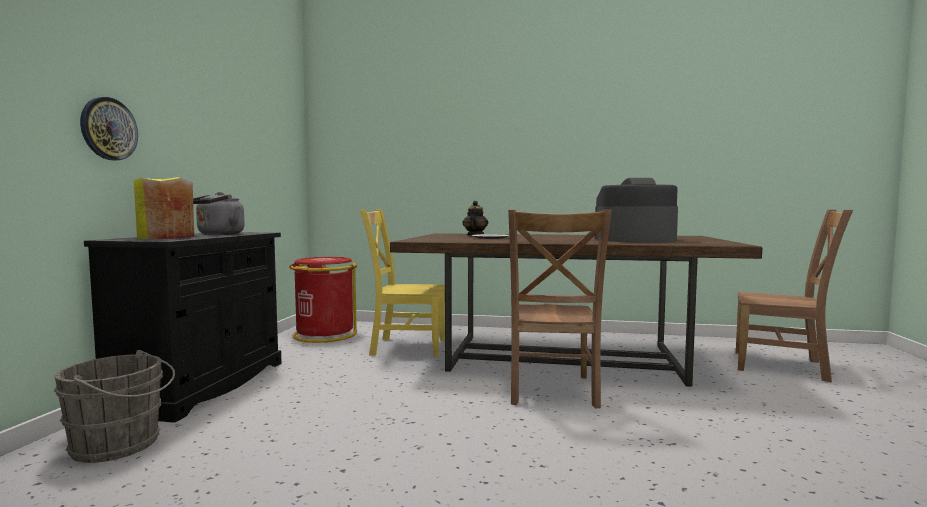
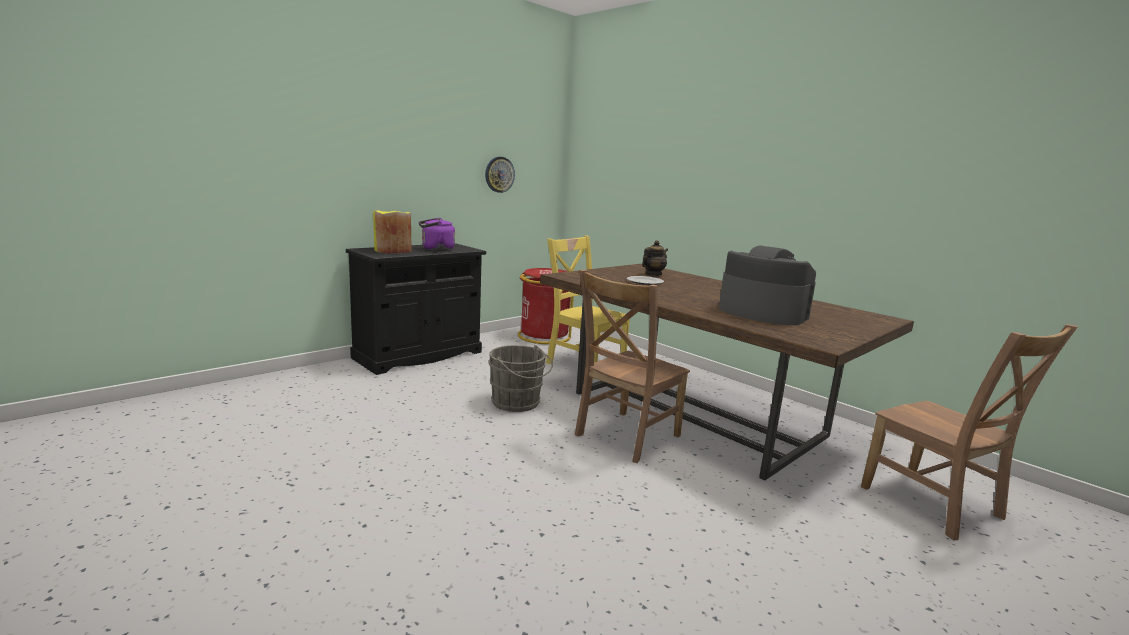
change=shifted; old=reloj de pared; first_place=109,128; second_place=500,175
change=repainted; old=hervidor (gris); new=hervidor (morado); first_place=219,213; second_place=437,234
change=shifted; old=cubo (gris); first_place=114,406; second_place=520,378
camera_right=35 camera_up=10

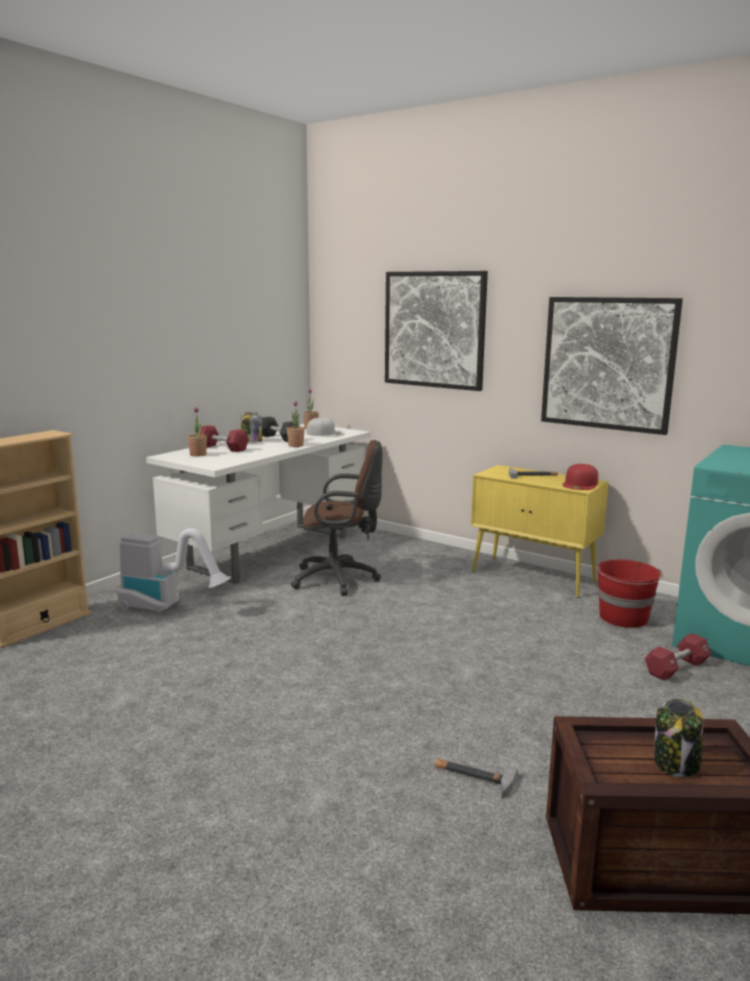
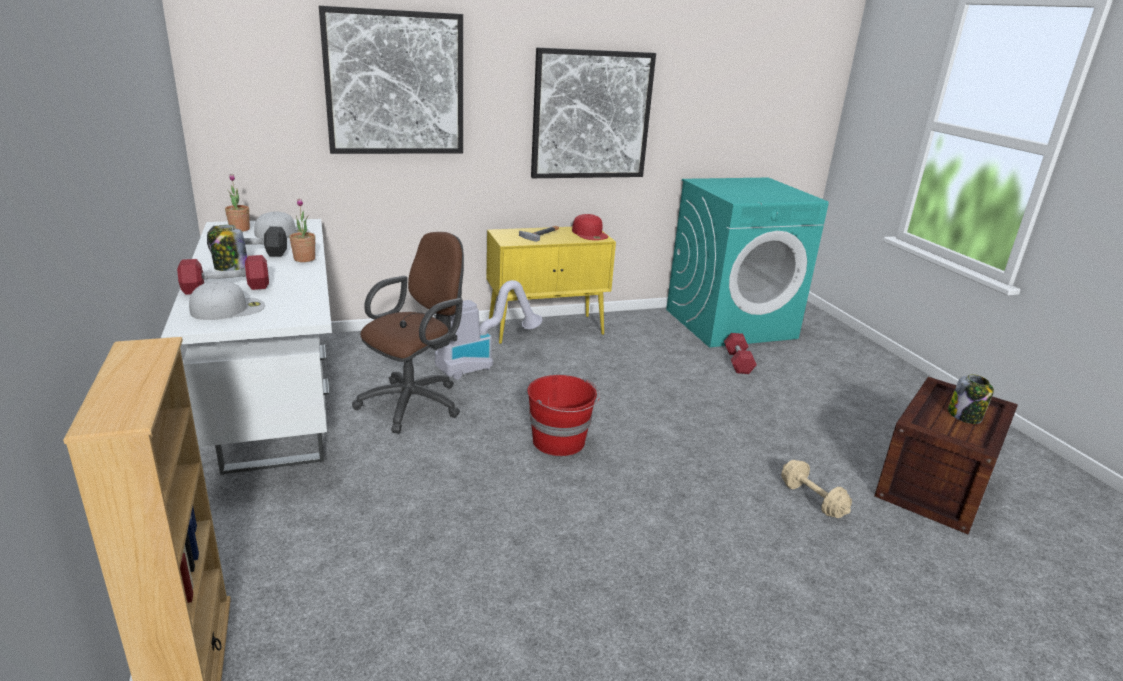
change=swapped; old=planta en maceta; new=gorra (blanco); first_place=197,431; second_place=227,300
change=shifted; old=aspiradora; first_place=174,571; second_place=489,330
change=shifted; old=cubo (rojo); first_place=630,593; second_place=563,415
change=swapped; old=martillo; new=mancuerna (beis); first_place=476,779; second_place=816,489
camera_right=-55 camera_up=10

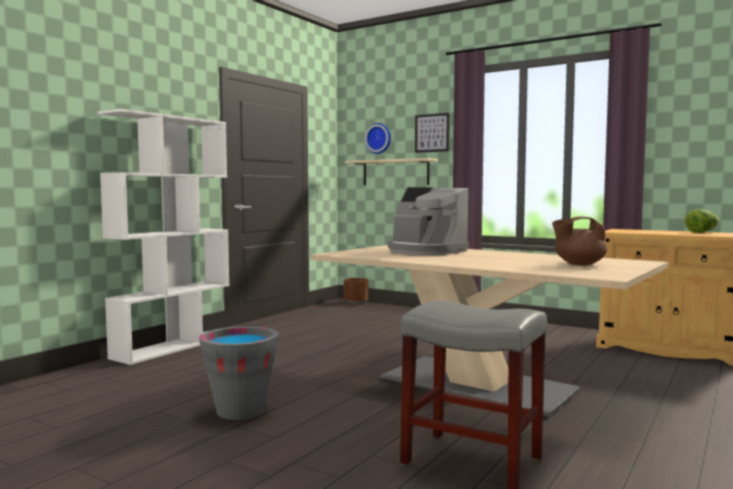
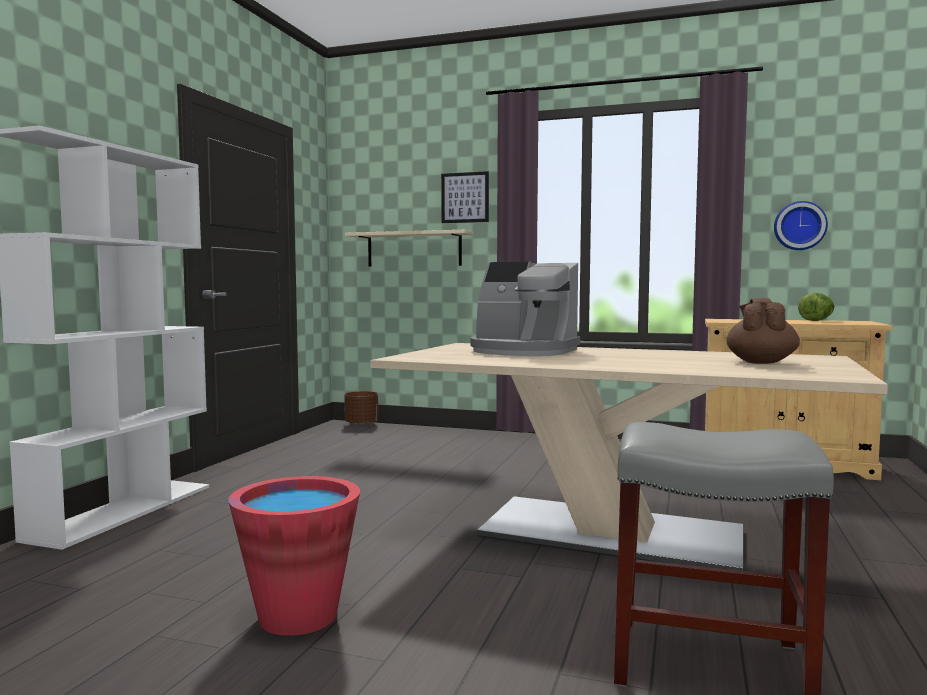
change=shifted; old=reloj de pared; first_place=378,138; second_place=801,225
change=rotated; old=tetera (marrón); first_place=579,241; second_place=763,331; degrees=120
change=repainted; old=cubo (gris); new=cubo (rojo); first_place=239,373; second_place=294,556
camera_right=-15 camera_up=0

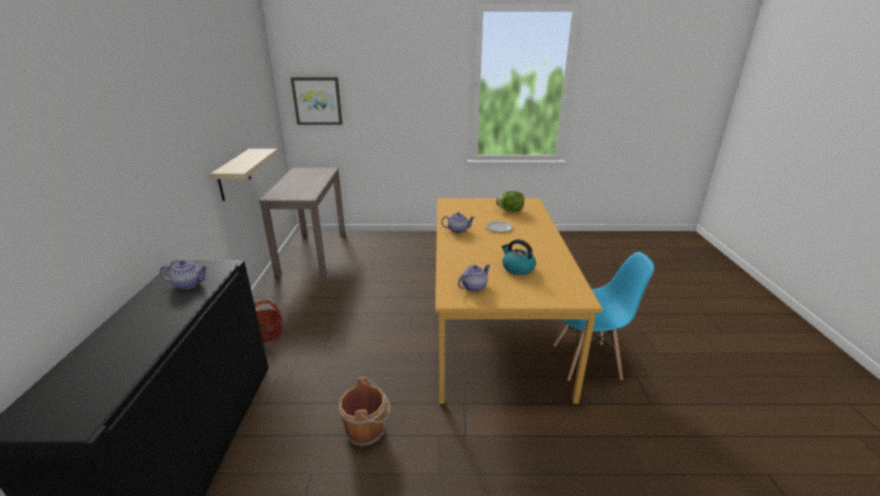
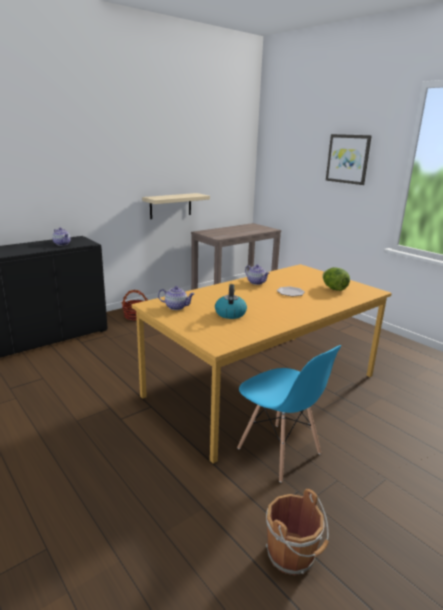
change=shifted; old=cuadro; first_place=317,101; second_place=349,159
change=shifted; old=cubo (marrón); first_place=365,412; second_place=297,532
camera_right=50 camera_up=-5

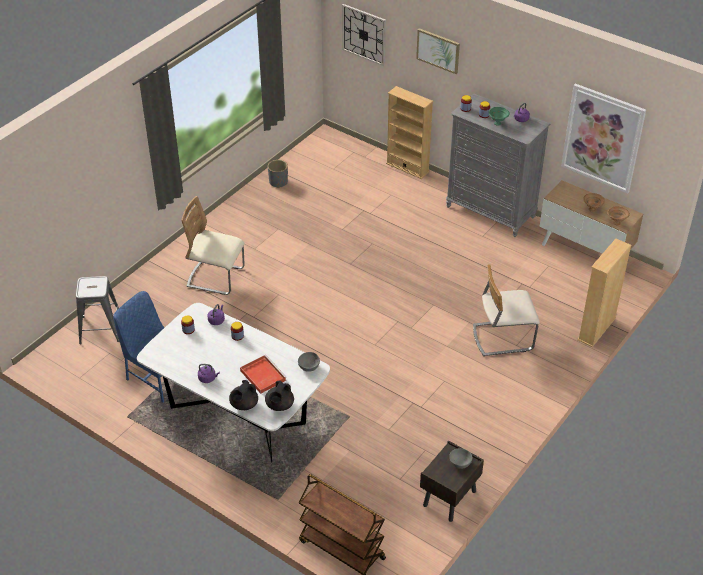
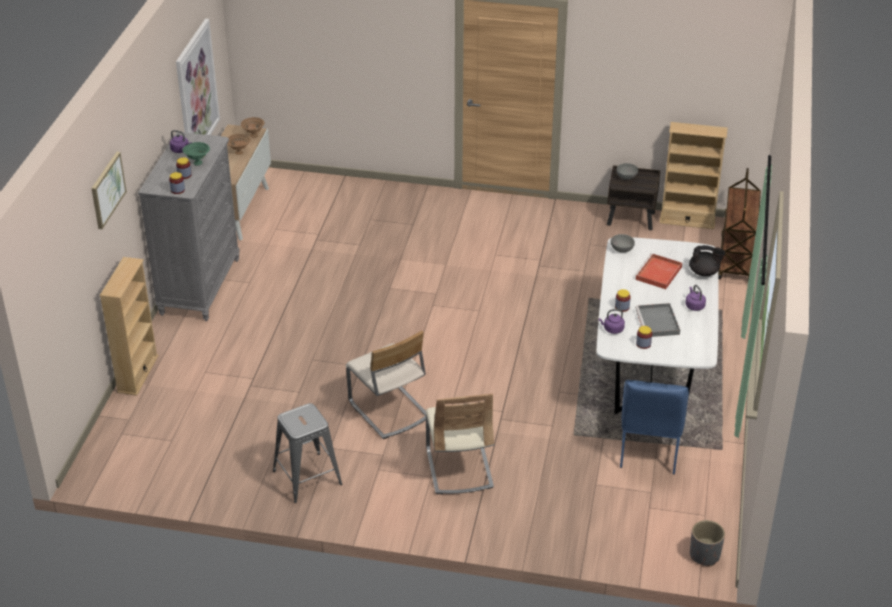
change=gone; old=reloj de pared; first_place=364,35
change=shifted; old=maceta (gris); first_place=278,174; second_place=707,543
change=shifted; old=estantería (beis); first_place=604,293; second_place=694,176
change=shifted; old=silla (beis); first_place=506,310; second_place=386,385
change=shifted; old=taburete (gris); first_place=97,310; second_place=307,453
change=gone; old=tetera (negro); first_place=279,396
change=new; new=bandeja (gris); second_place=657,320
camera_right=-115 camera_up=-5

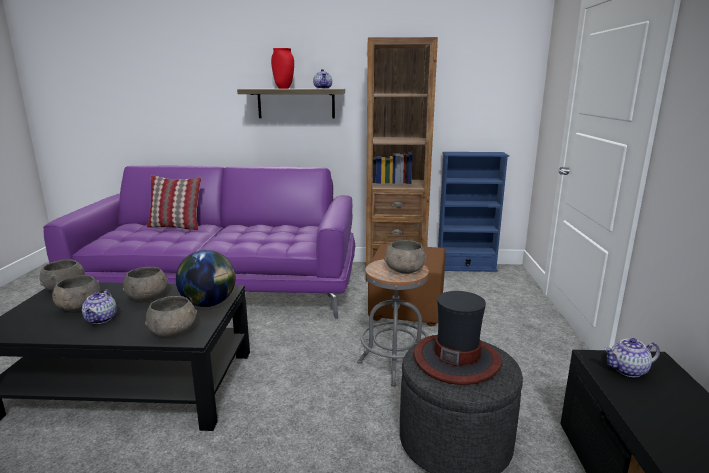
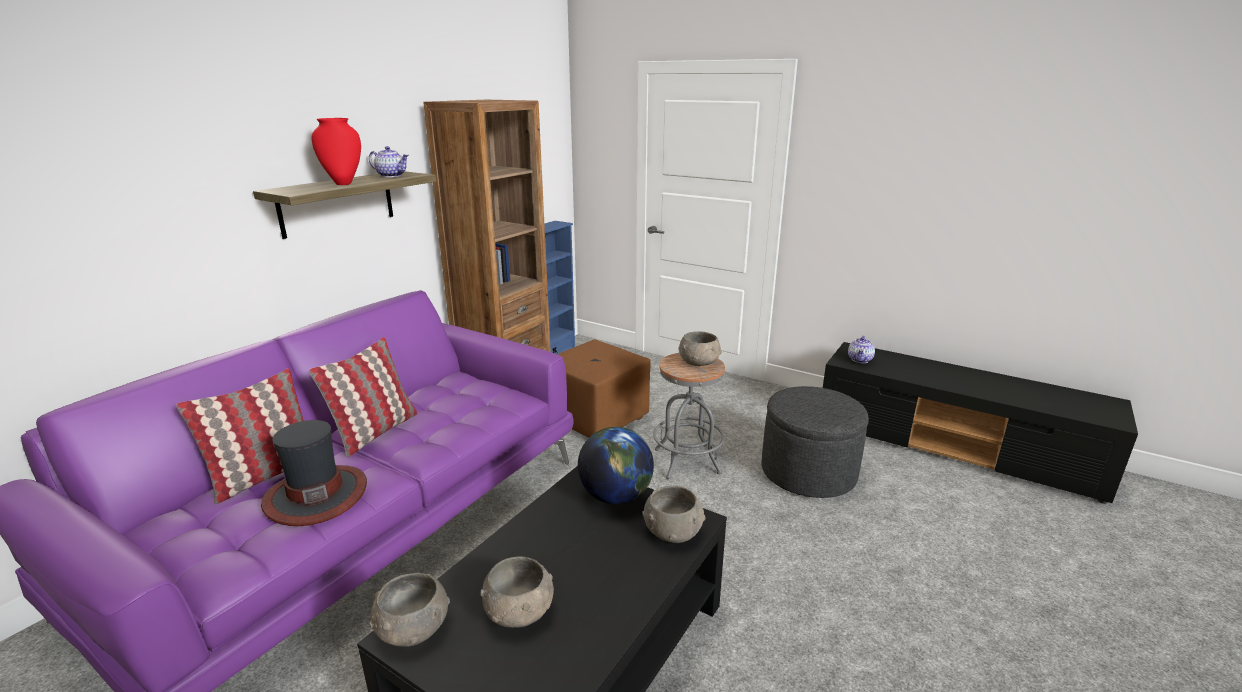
change=gone; old=cuenco (gris); first_place=145,284
change=gone; old=tetera; first_place=99,306
change=shifted; old=sombrero; first_place=458,338; second_place=314,473
change=new; new=cojín; second_place=363,397
camera_right=-60 camera_up=5

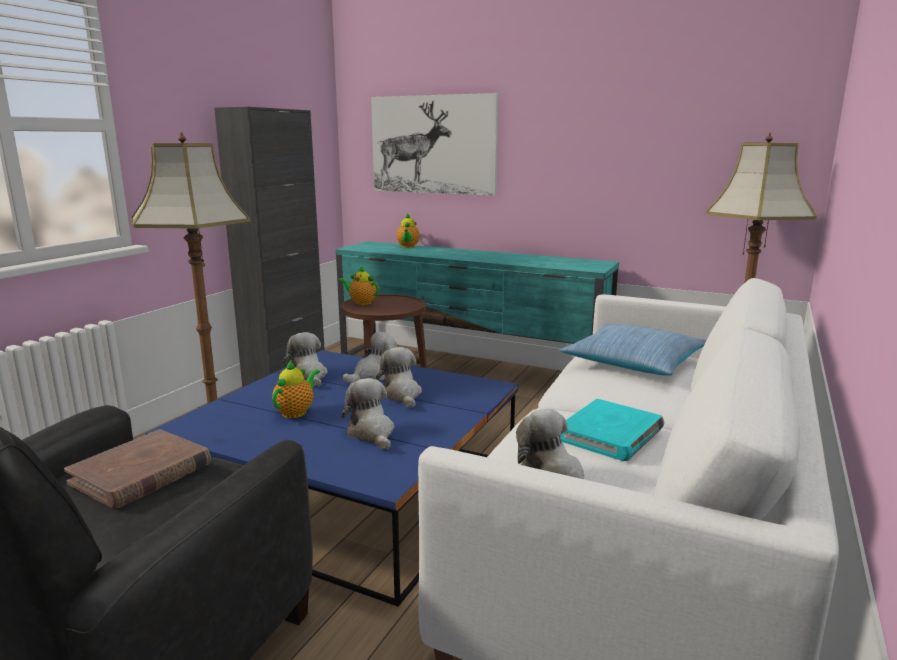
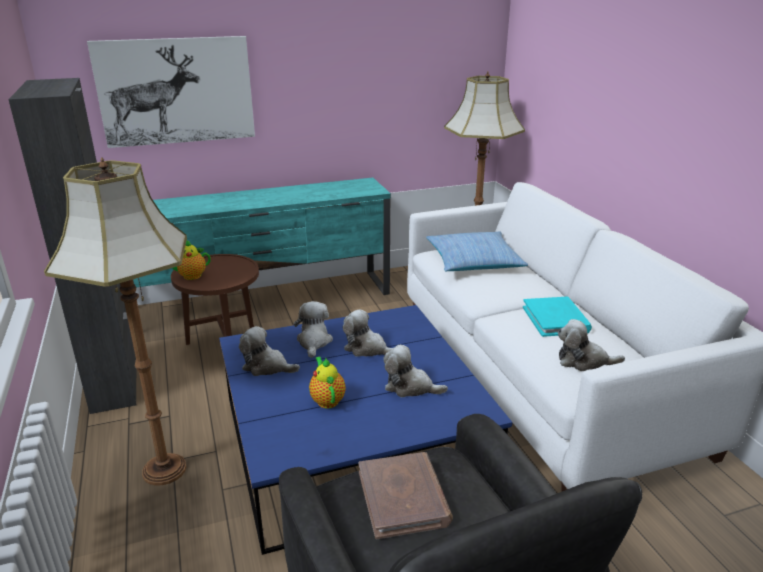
change=gone; old=tetera; first_place=408,230
camera_right=-45 camera_up=10

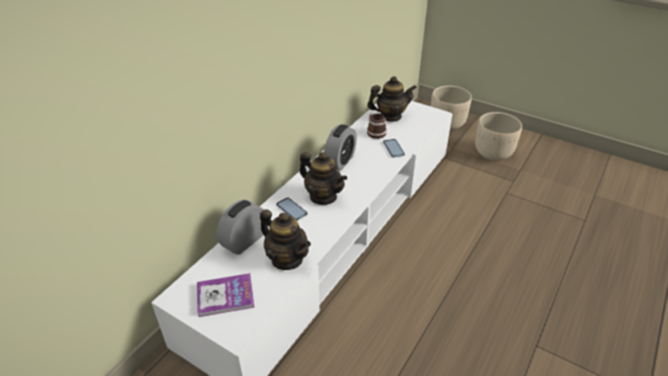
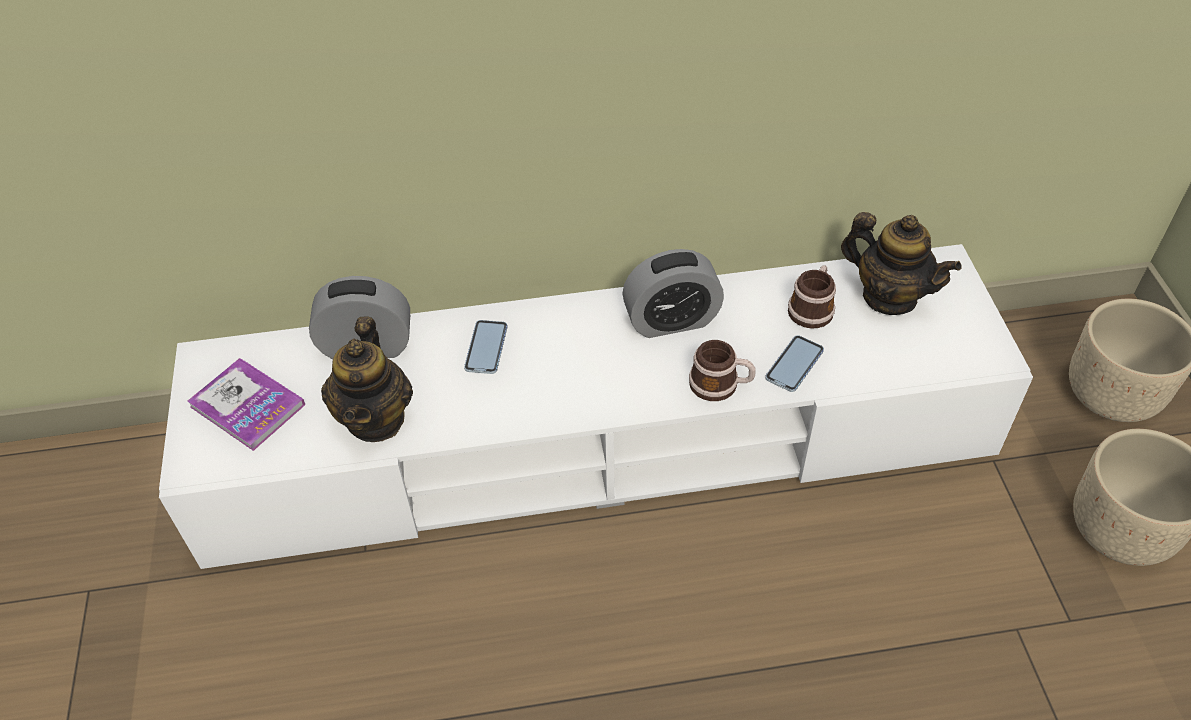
change=gone; old=tetera; first_place=323,178
change=new; new=taza grande; second_place=722,370
camera_right=50 camera_up=10

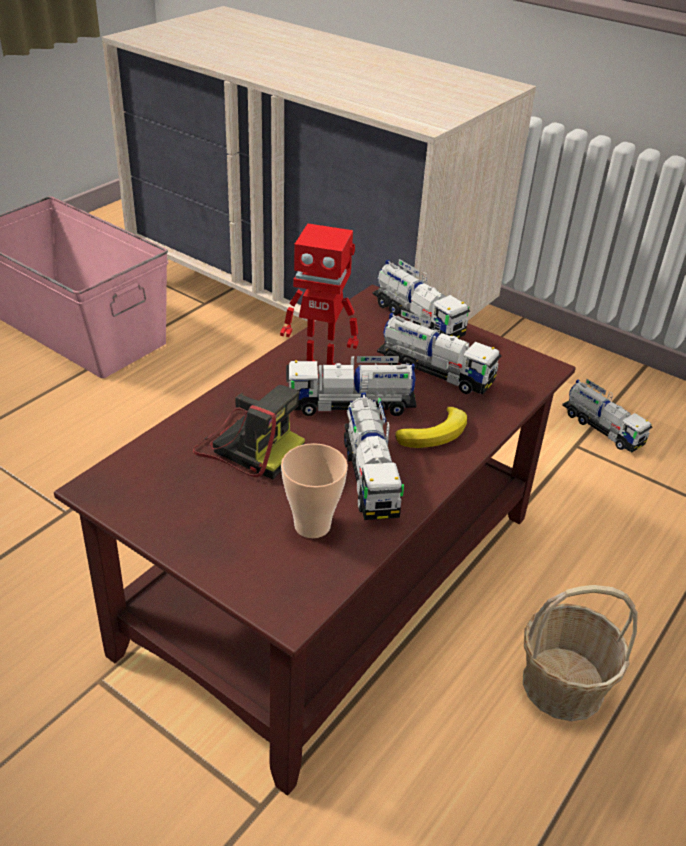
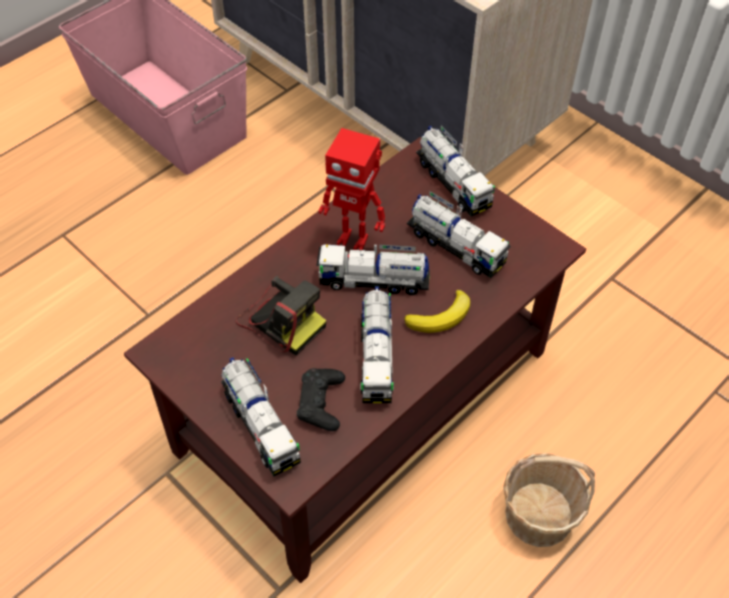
change=shifted; old=camión de juguete; first_place=607,416; second_place=261,416
change=swapped; old=taza; new=mando de consola (negro); first_place=314,490; second_place=321,399
camera_right=10 camera_up=15

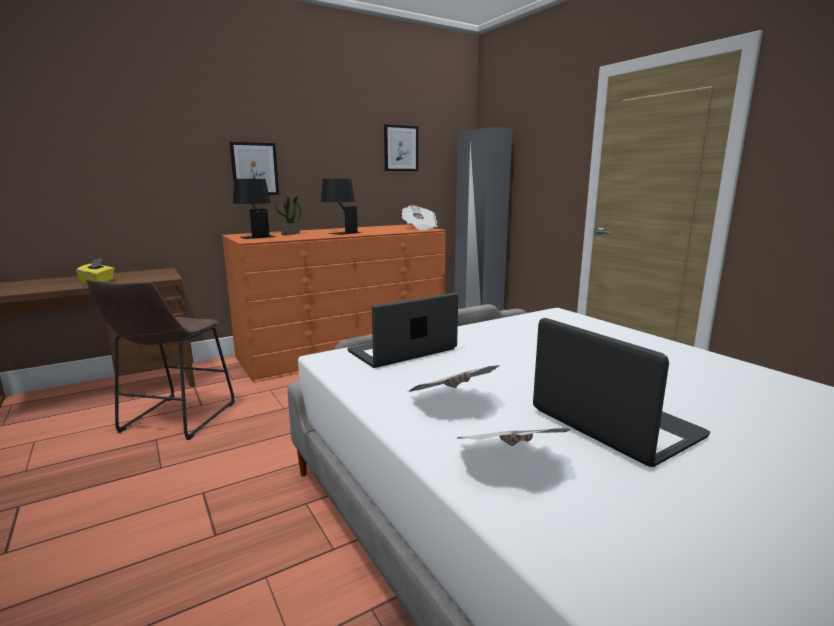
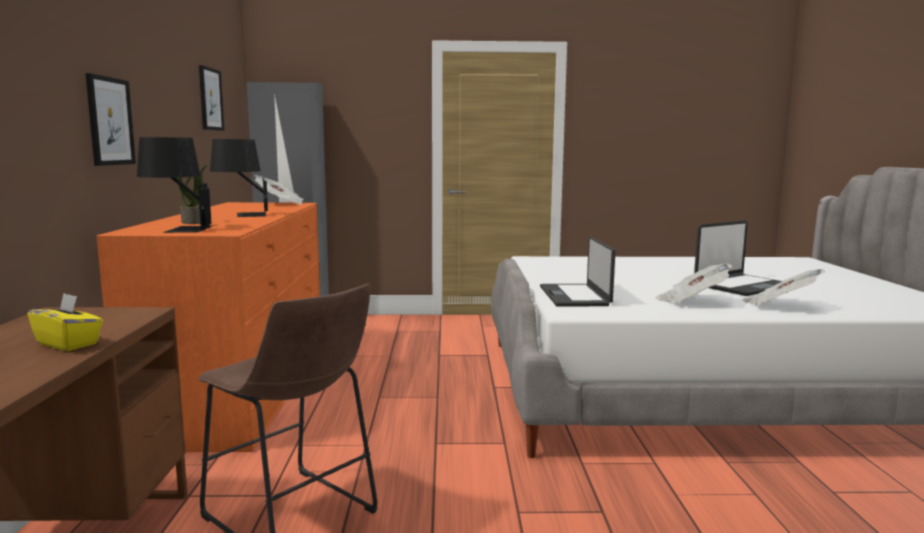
change=rotated; old=portátil; first_place=621,392; second_place=738,258; degrees=150
camera_right=-60 camera_up=-5

